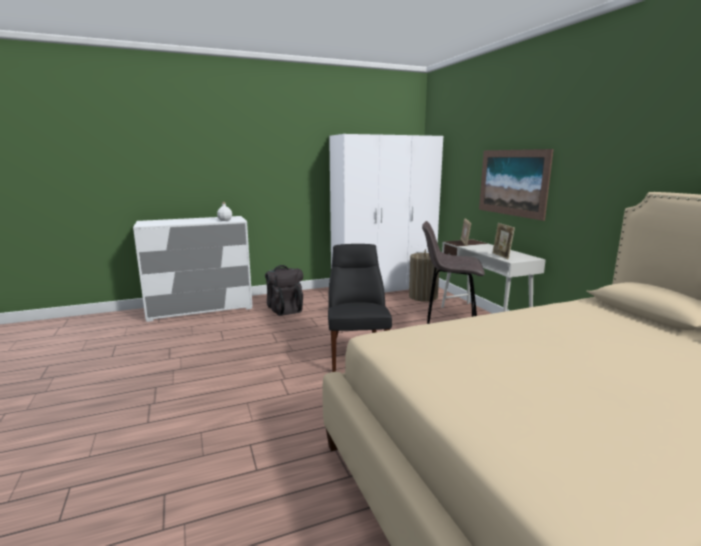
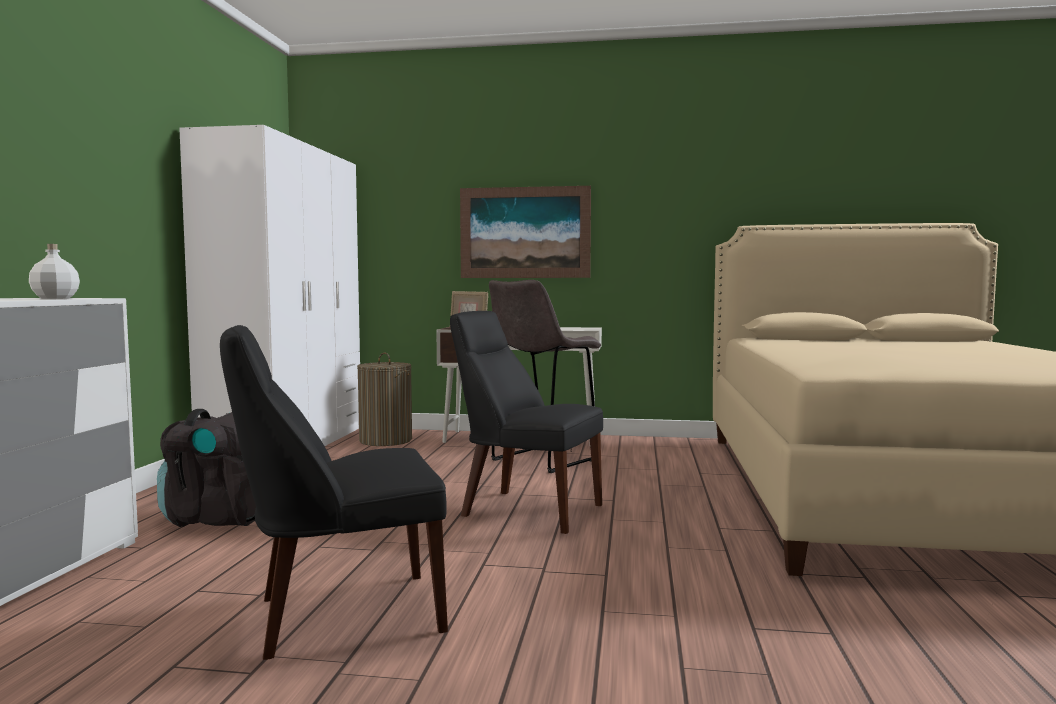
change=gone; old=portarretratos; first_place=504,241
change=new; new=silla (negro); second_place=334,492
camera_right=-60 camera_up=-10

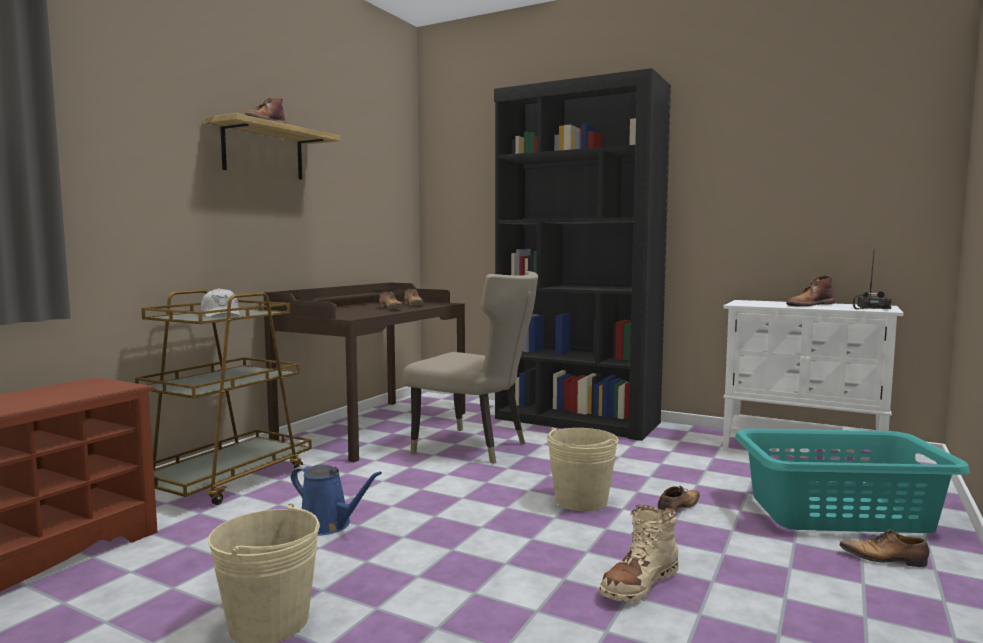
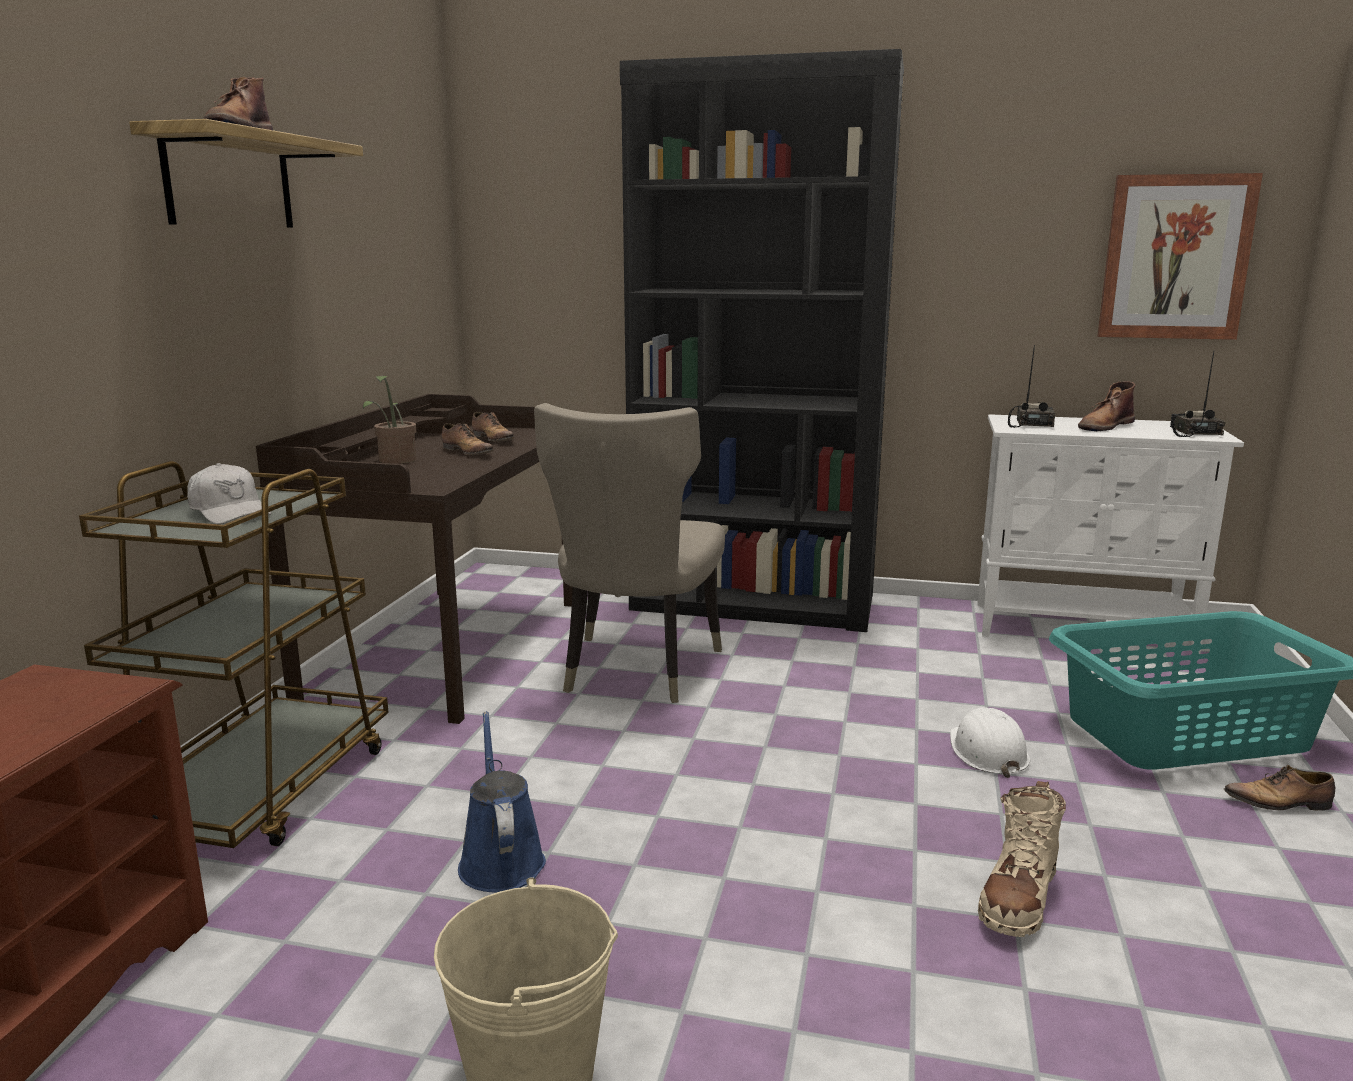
change=rotated; old=silla (beis); first_place=470,367; second_place=629,553; degrees=90
change=gone; old=cubo (beis); first_place=583,469
change=rotated; old=regadera (azul); first_place=336,500; second_place=502,802; degrees=-120
change=swapped; old=zapato; new=casco (blanco); first_place=679,500; second_place=990,742
change=new; new=cuadro; second_place=1180,256
change=new; new=radio; second_place=1031,386
change=new; new=planta en maceta; second_place=390,420
camera_right=-15 camera_up=10

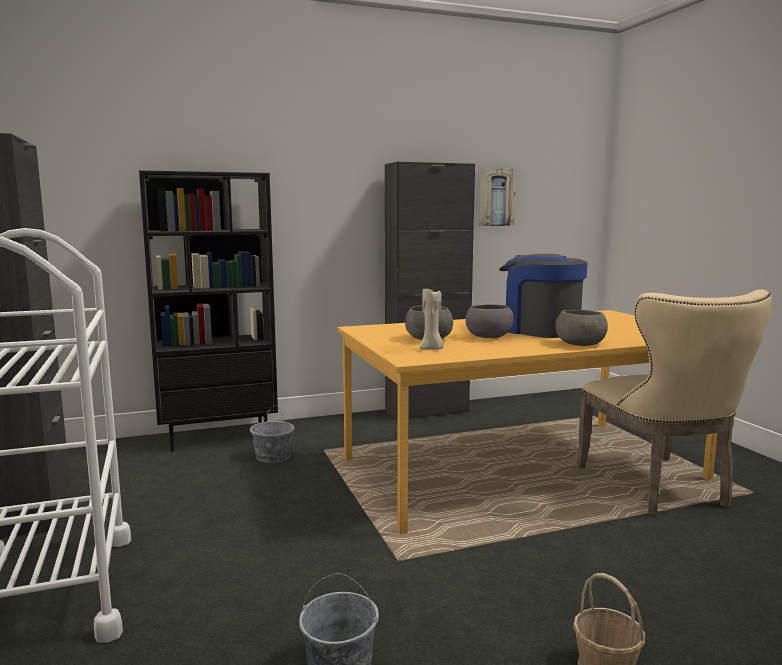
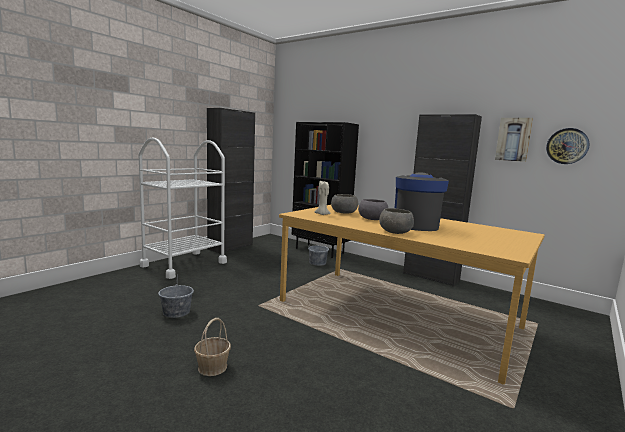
change=gone; old=silla (beis); first_place=674,402
change=new; new=reloj de pared; second_place=568,146
camera_right=55 camera_up=0

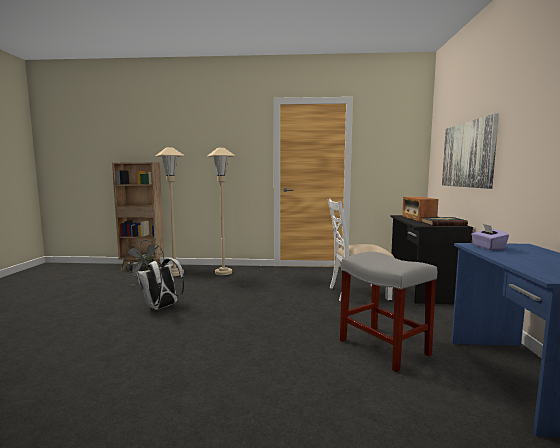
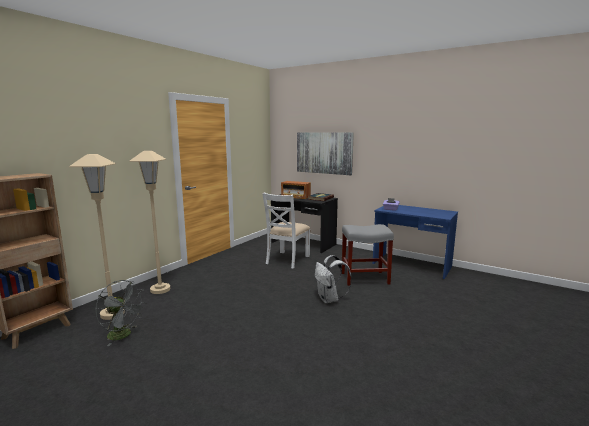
change=shifted; old=mochila (blanco); first_place=160,284; second_place=333,279
camera_right=-60 camera_up=5

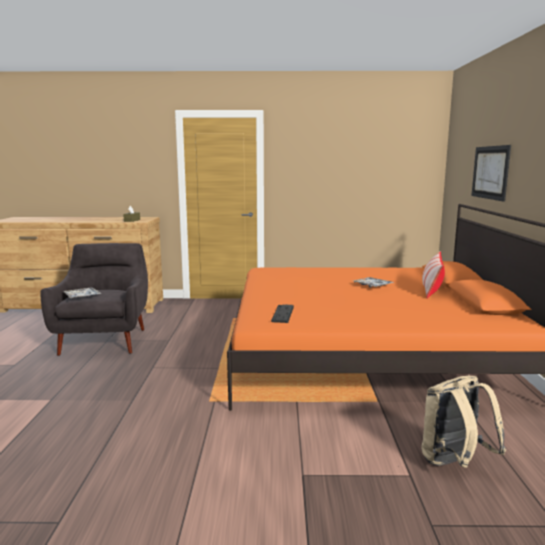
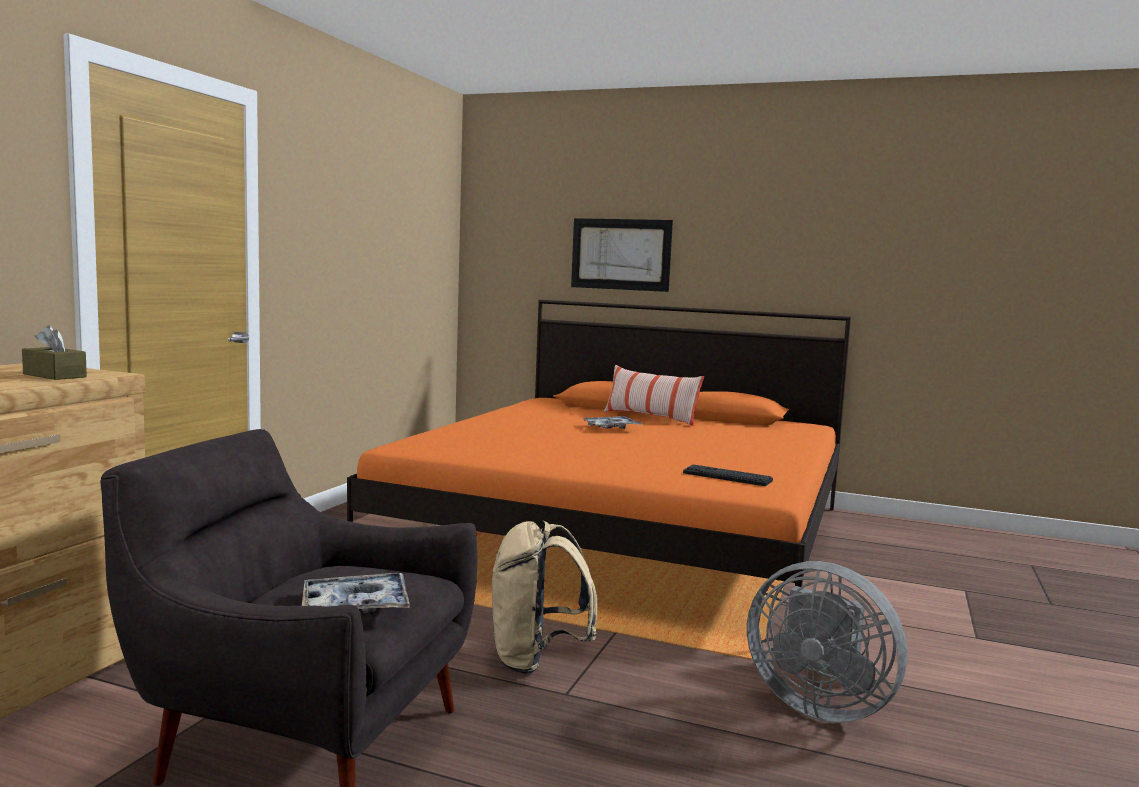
change=shifted; old=mochila (beis); first_place=464,422; second_place=544,597
change=new; new=ventilador (gris); second_place=827,642
camera_right=-70 camera_up=-5

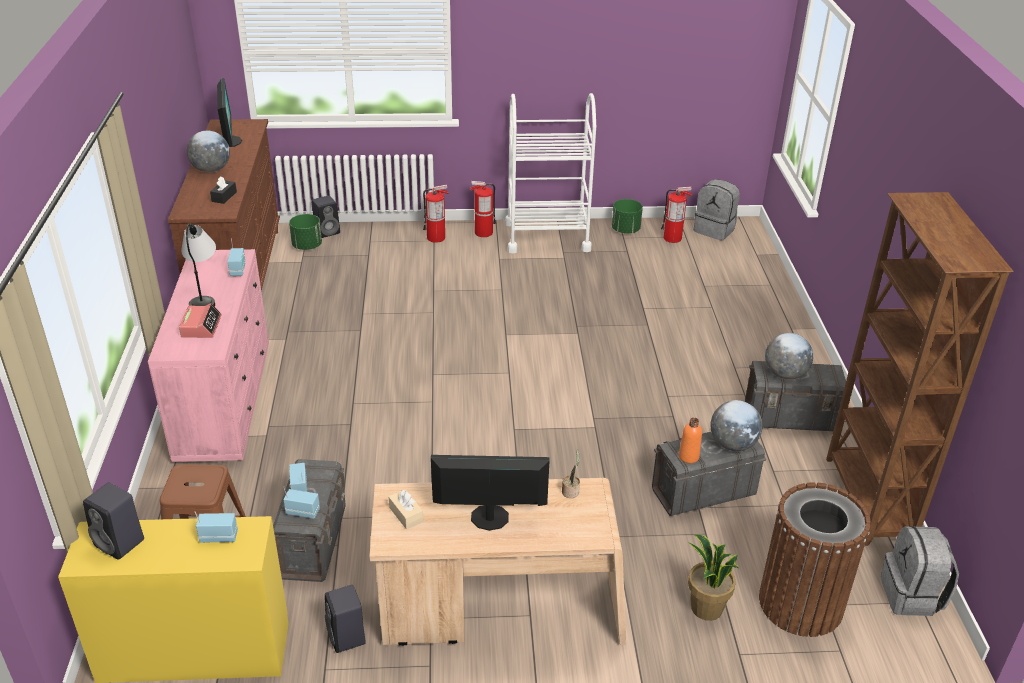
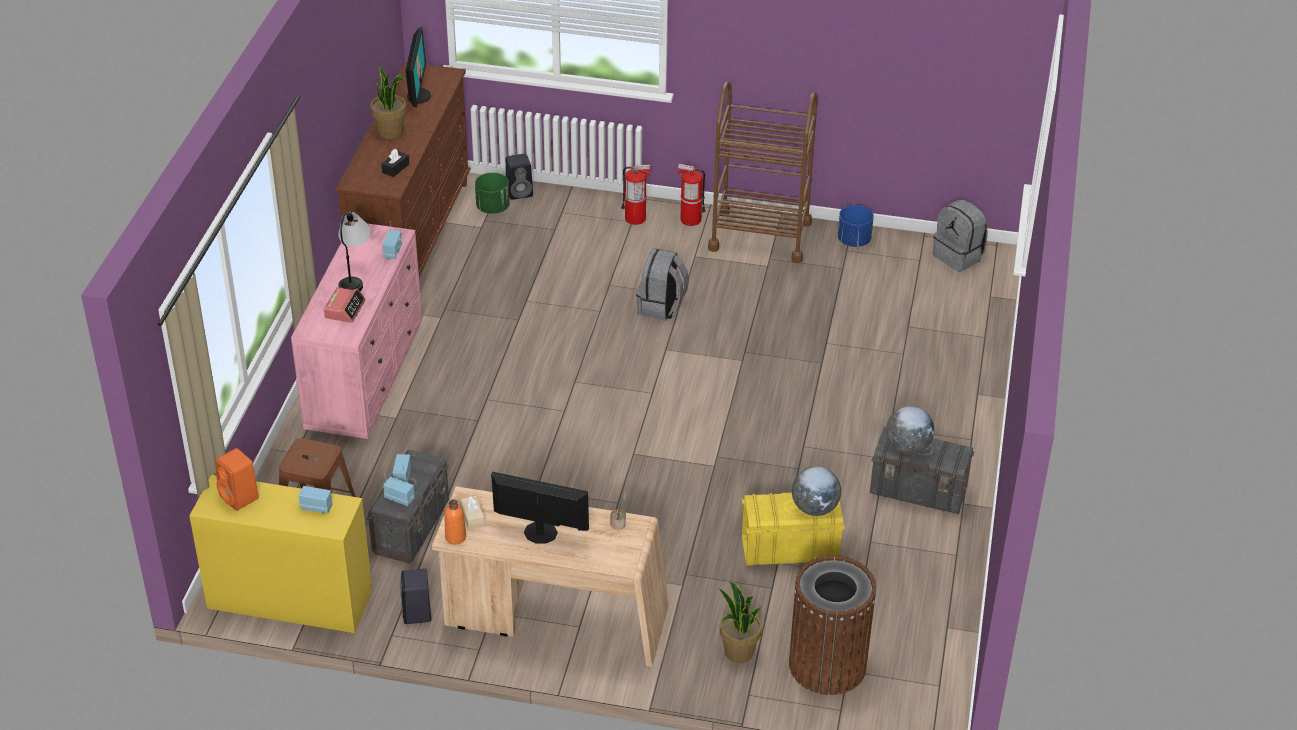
change=repainted; old=carrito (blanco); new=carrito (marrón); first_place=550,173; second_place=763,172
change=swapped; old=globo terráqueo; new=planta en maceta; first_place=208,152; second_place=388,103
change=gone; old=extintor; first_place=676,214
change=gone; old=estantería (marrón); first_place=920,369
change=repainted; old=maceta (verde); new=maceta (azul); first_place=627,216; second_place=856,226
change=shifted; old=botella (naranja); first_place=690,440; second_place=455,521
change=repainted; old=caja de almacenaje (gris); new=caja de almacenaje (amarillo); first_place=709,474; second_place=793,528
change=repainted; old=altavoz (negro); new=altavoz (naranja); first_place=113,521; second_place=237,479
change=shifted; old=mochila (gris); first_place=920,571; second_place=662,284
camera_right=15 camera_up=5

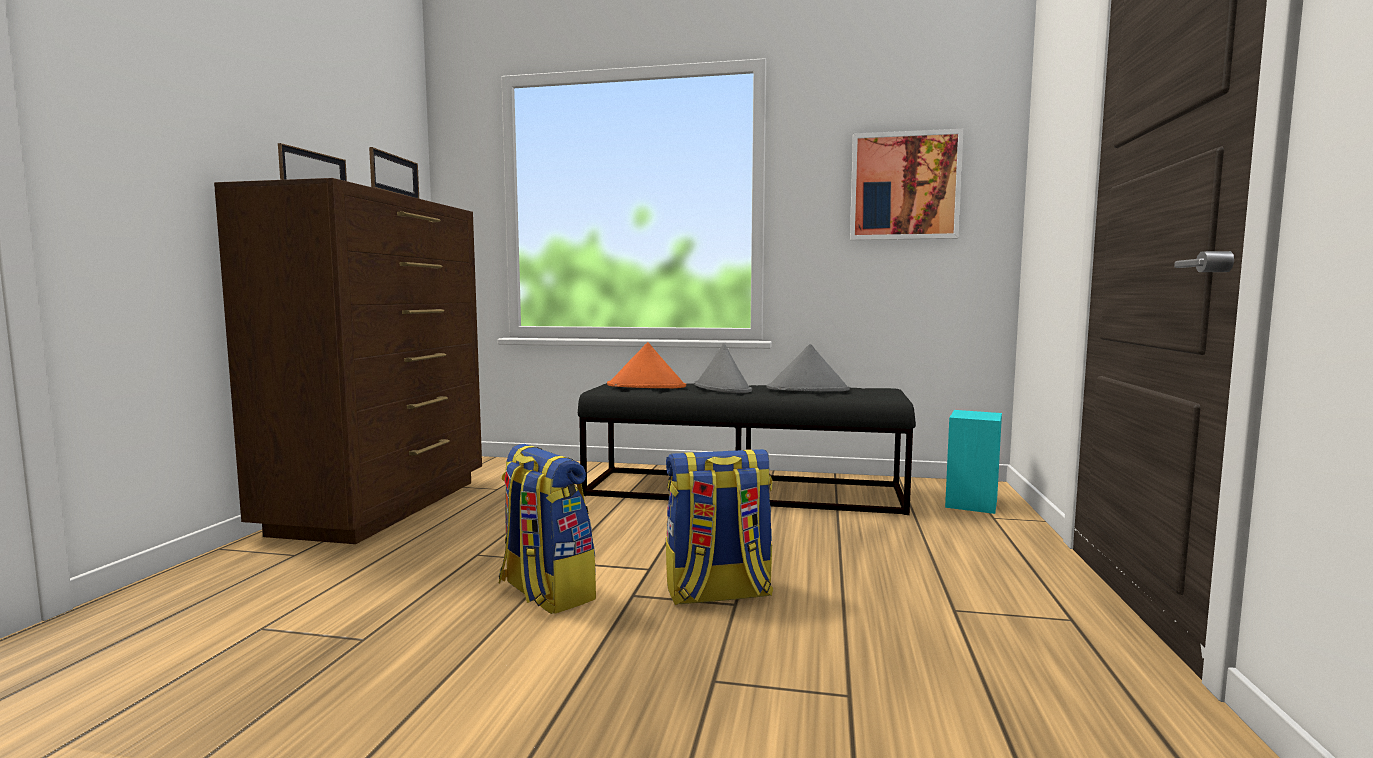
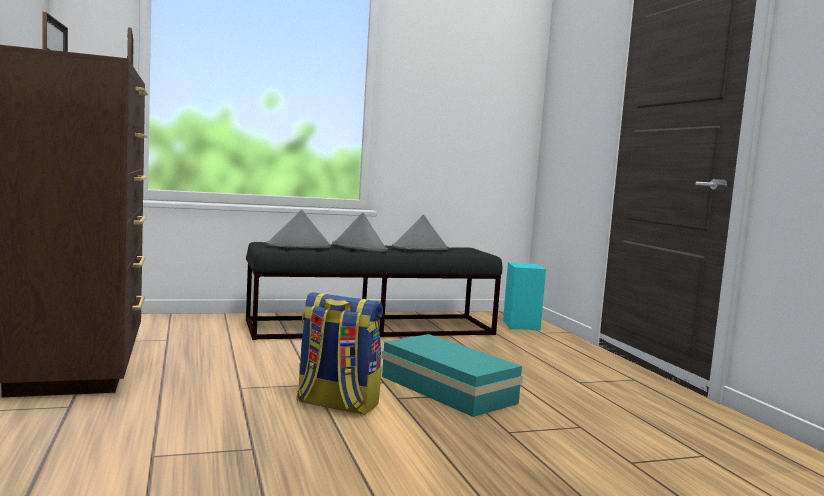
change=gone; old=cuadro; first_place=907,184
change=repainted; old=sombrero (naranja); new=sombrero (gris); first_place=646,365; second_place=298,229
change=swapped; old=mochila; new=caja de almacenaje (turquesa); first_place=719,527; second_place=452,375
camera_right=-30 camera_up=0

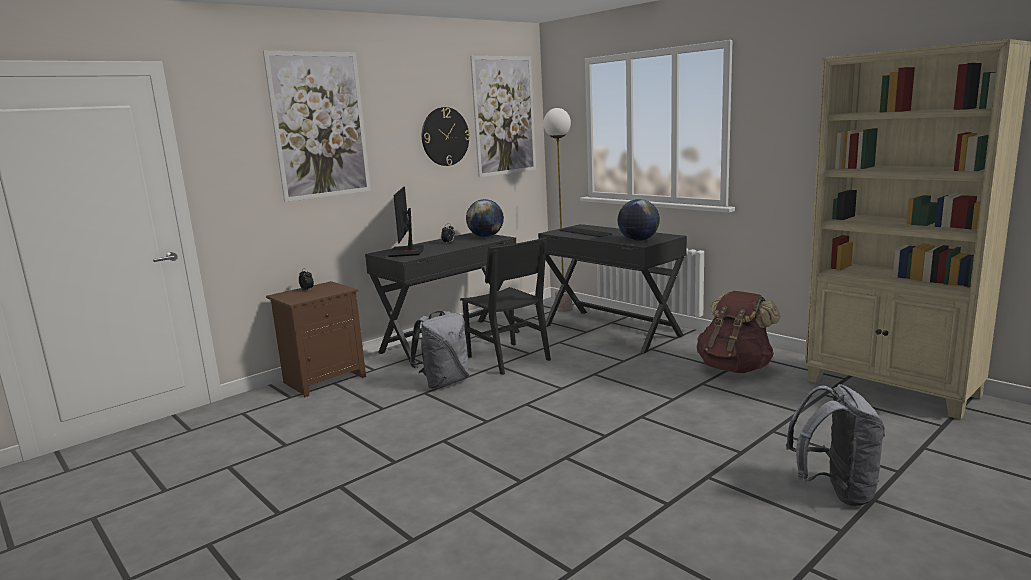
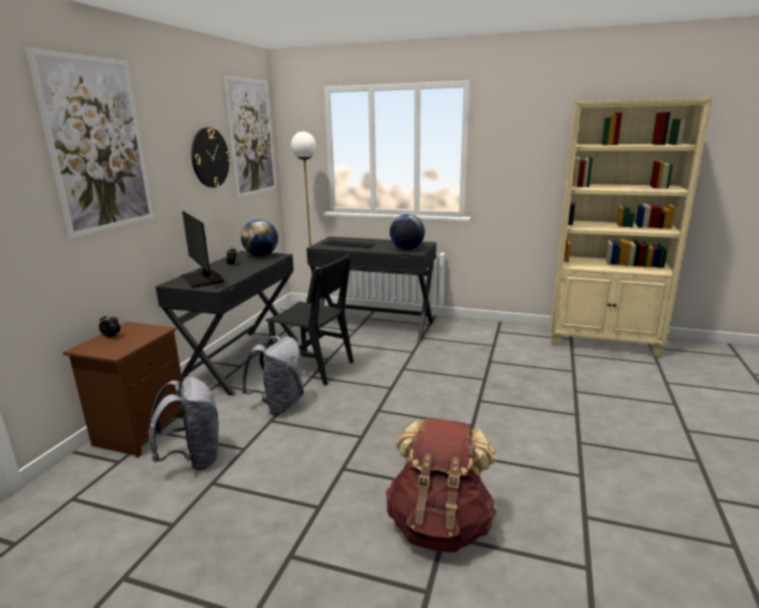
change=shifted; old=mochila (marrón); first_place=739,332; second_place=441,485
change=shifted; old=mochila (gris); first_place=835,445; second_place=184,424
camera_right=-30 camera_up=5

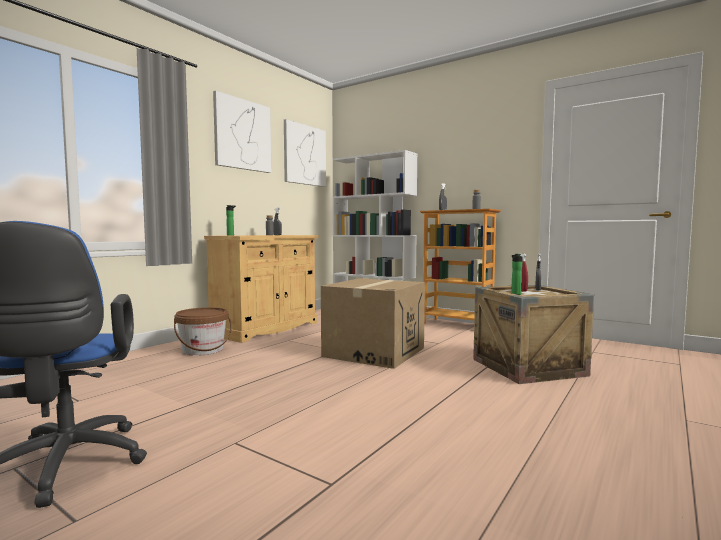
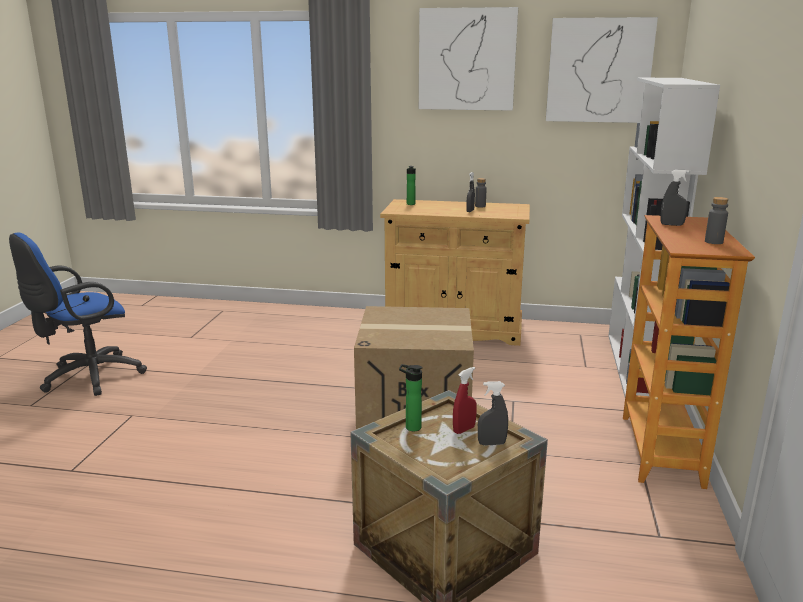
change=gone; old=cubo (marrón); first_place=203,331
camera_right=65 camera_up=15

